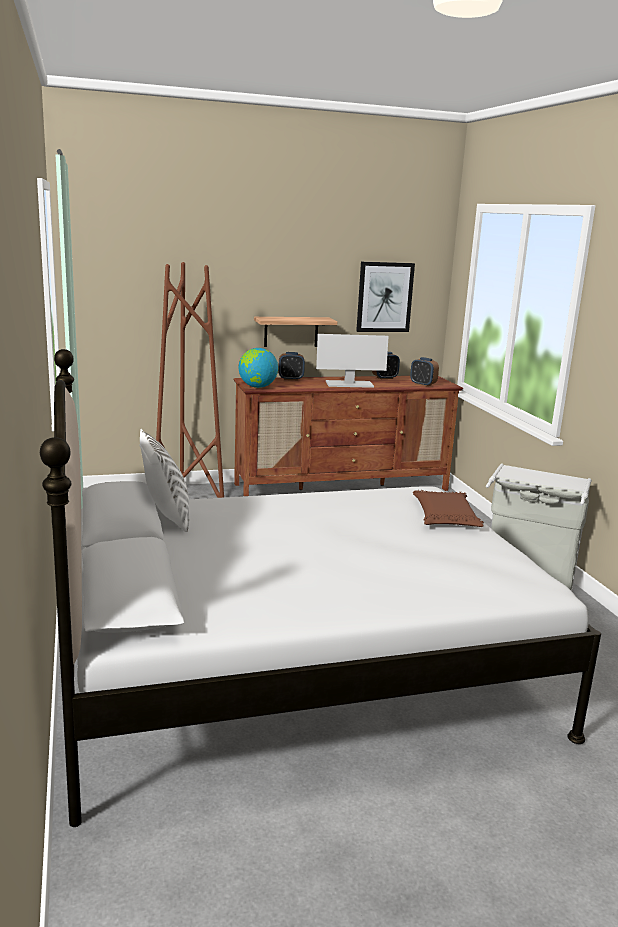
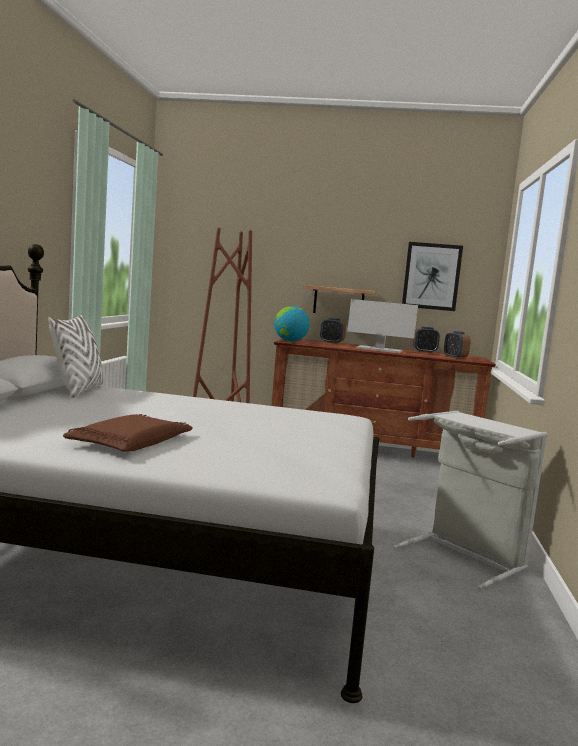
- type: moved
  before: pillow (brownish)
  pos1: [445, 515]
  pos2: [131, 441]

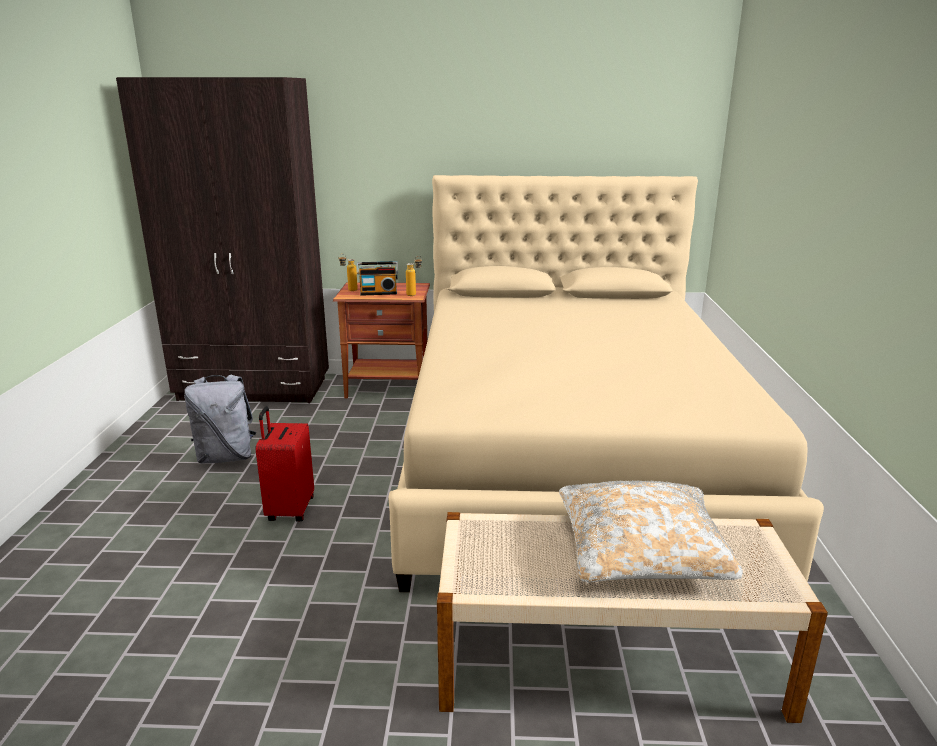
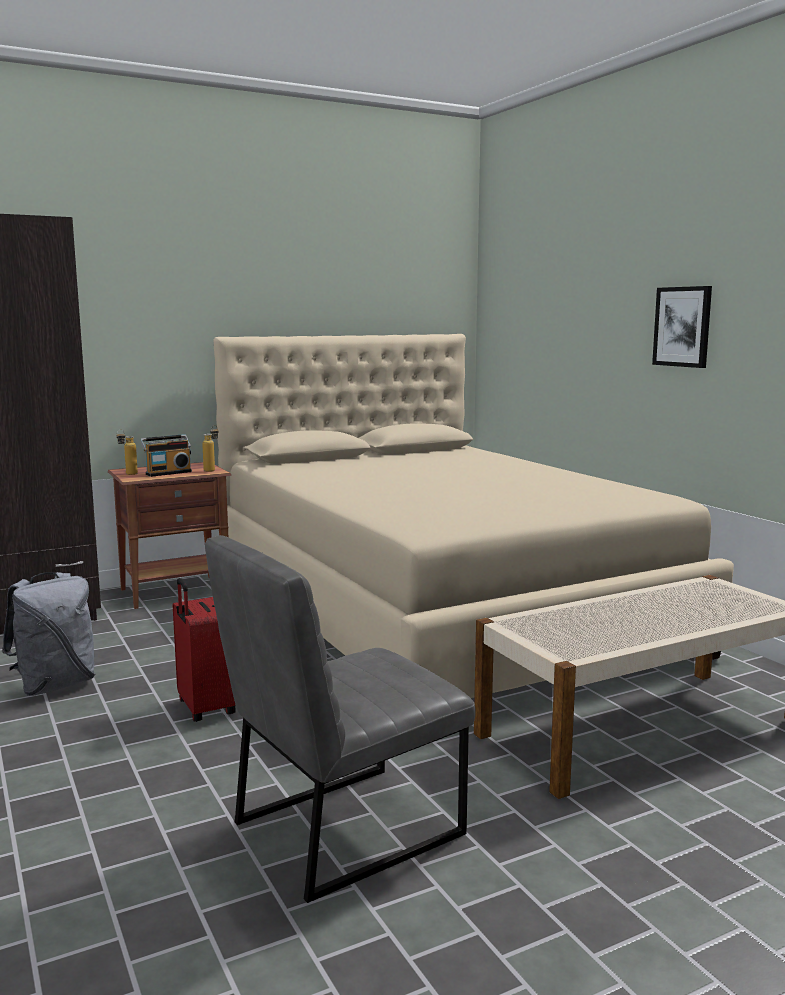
- type: removed
  before: pillow (white)
  pos1: [643, 550]
- type: added
  after: wall art
  pos2: [682, 326]
- type: added
  after: plain chair (gray)
  pos2: [342, 829]

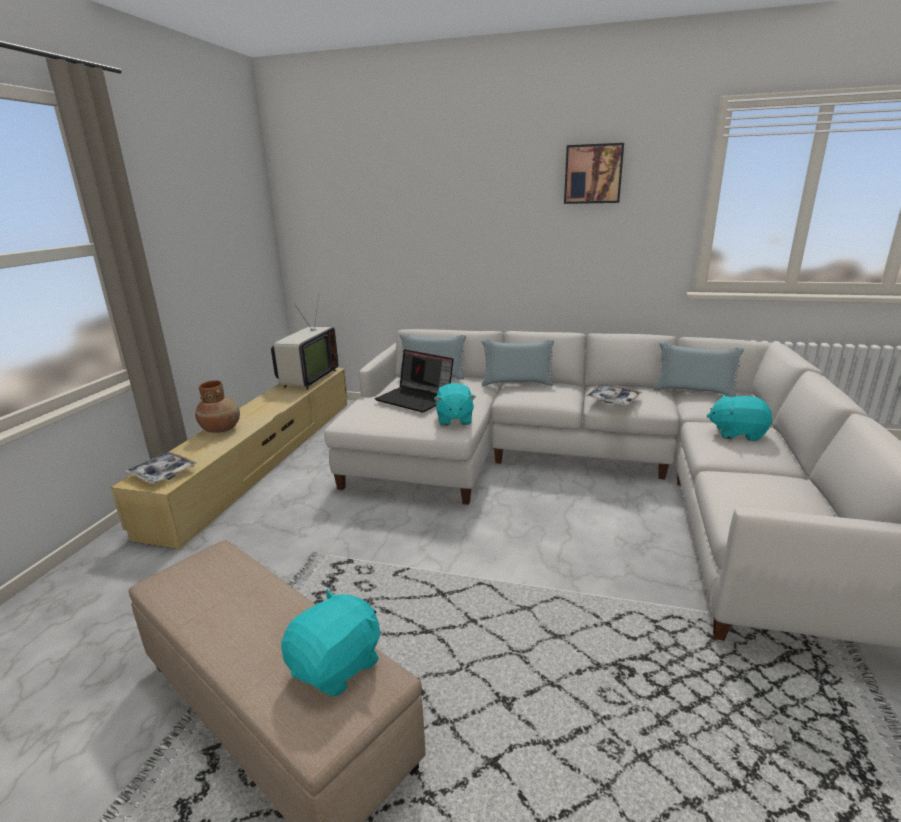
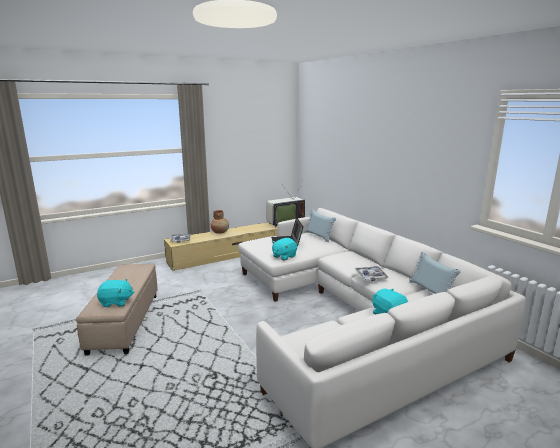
- type: removed
  before: wall art
  pos1: [593, 174]
- type: removed
  before: pillow (blue-coloured)
  pos1: [516, 383]

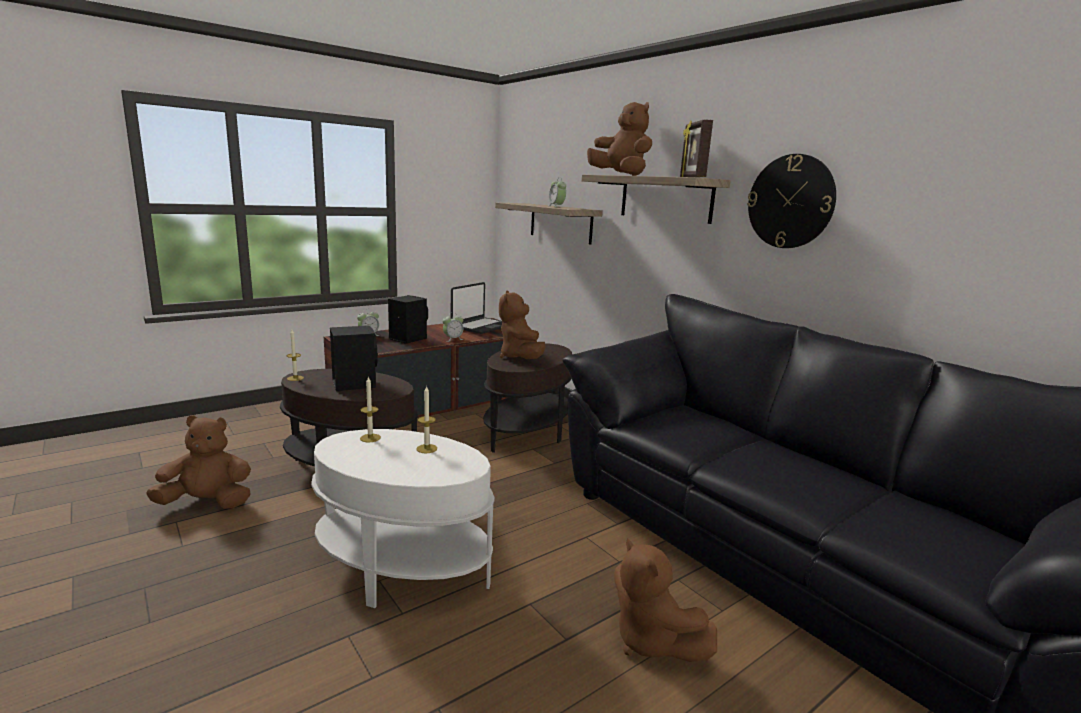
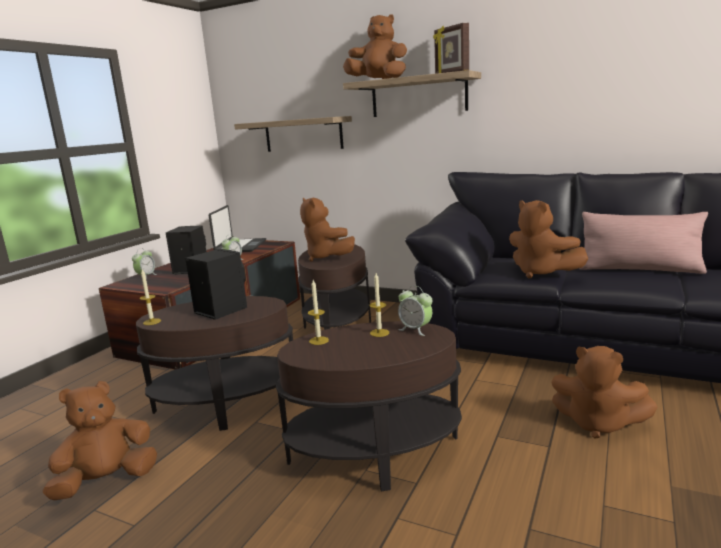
- type: removed
  before: wall clock
  pos1: [790, 201]
- type: moved
  before: table clock
  pos1: [556, 206]
  pos2: [415, 329]
- type: recoloured
  before: accent table (white)
  after: accent table (brownish)
  pos1: [403, 570]
  pos2: [374, 454]
- type: added
  after: plush toy (brownish)
  pos2: [541, 273]
- type: added
  after: pillow (pink-coloured)
  pos2: [639, 269]

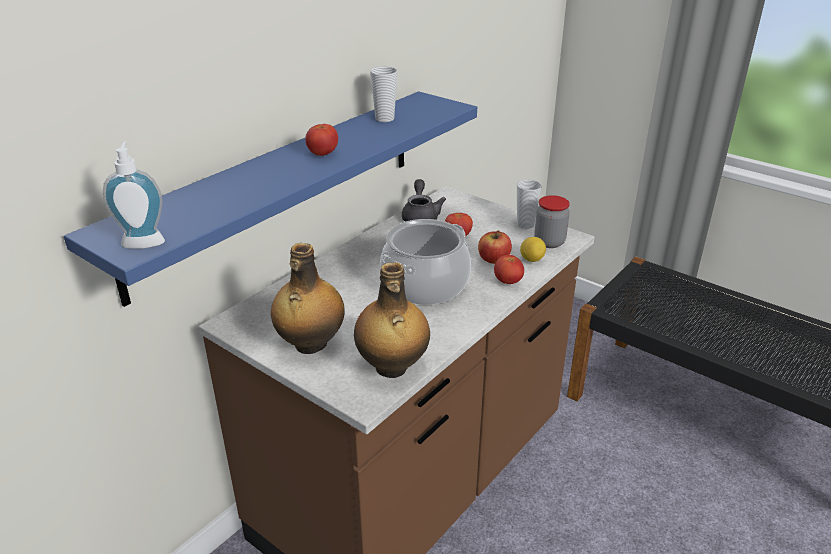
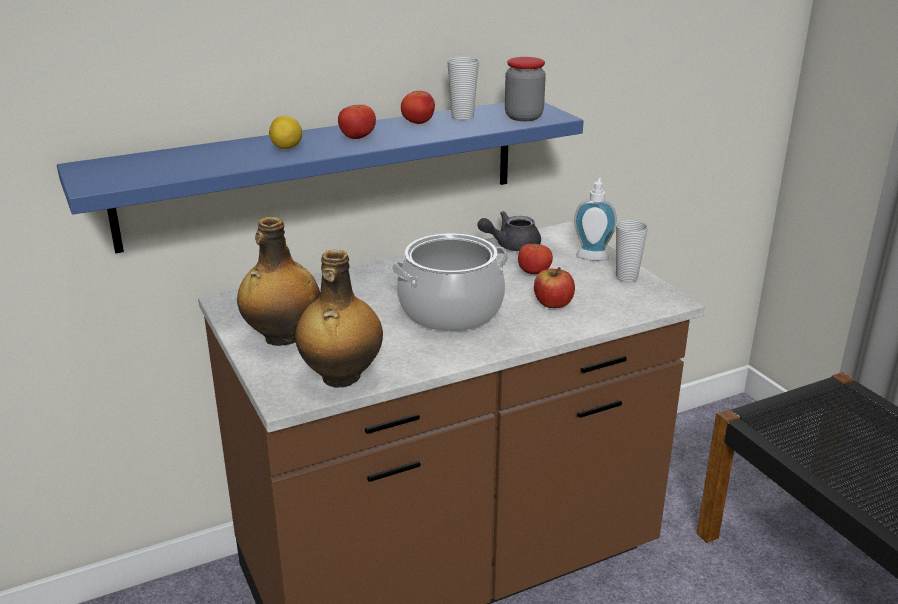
- type: moved
  before: liquid soap bottle
  pos1: [144, 241]
  pos2: [592, 255]
- type: turned
  before: pot for tea (gray)
  pos1: [420, 216]
  pos2: [511, 246]
  turn: -135
- type: moved
  before: preserve jar
  pos1: [549, 242]
  pos2: [523, 117]
- type: moved
  before: citrus fruit
  pos1: [531, 260]
  pos2: [287, 148]
- type: moved
  before: fresh tomato
  pos1: [508, 282]
  pos2: [418, 123]

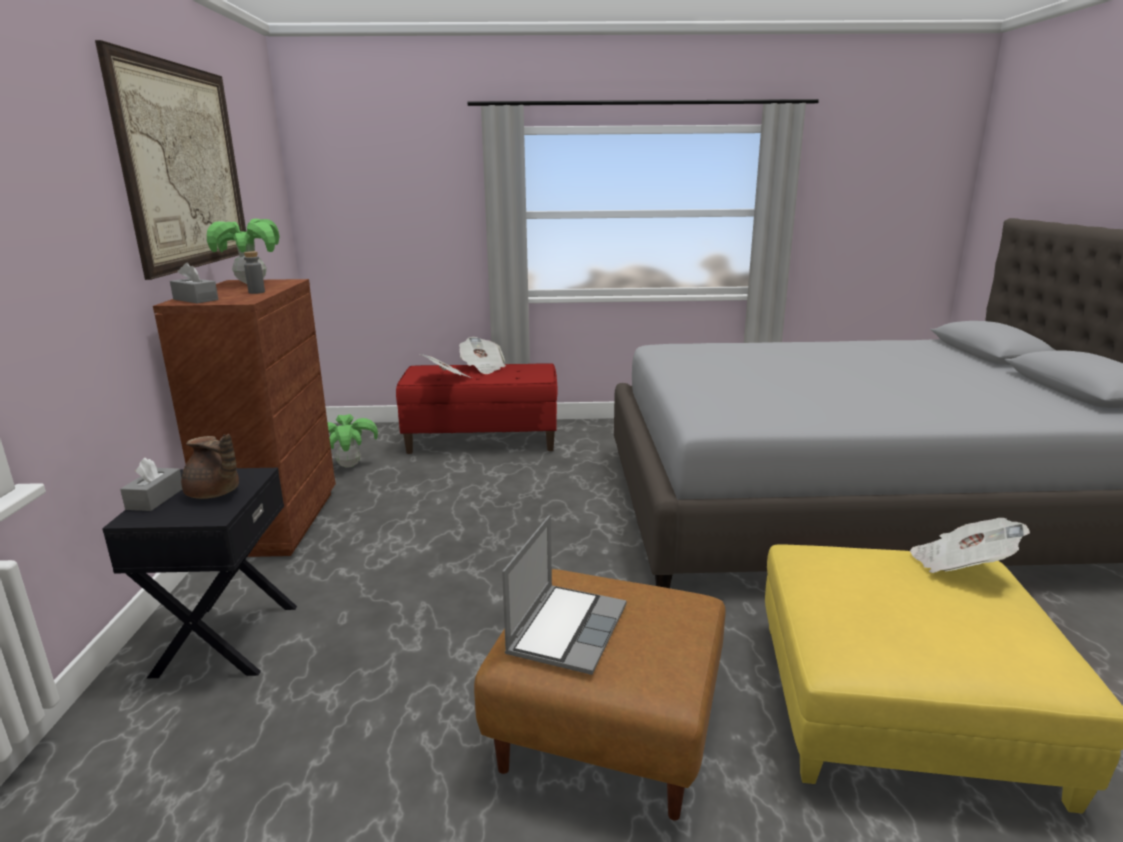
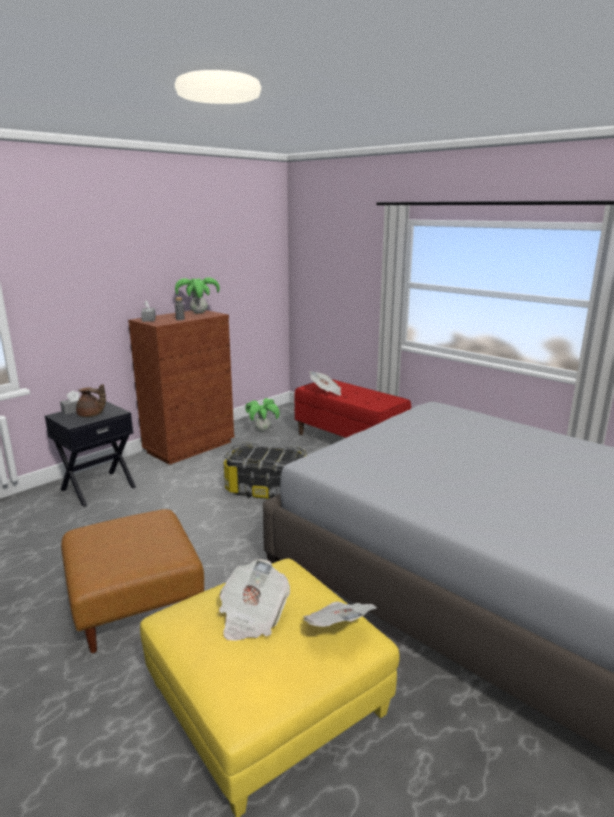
- type: removed
  before: wall art
  pos1: [185, 167]
- type: moved
  before: daily paper
  pos1: [483, 368]
  pos2: [252, 617]
- type: turned
  before: pot for tea (brownish)
  pos1: [214, 494]
  pos2: [91, 415]
  turn: -60
- type: removed
  before: portable computer
  pos1: [566, 629]
- type: added
  after: storage container
  pos2: [266, 489]

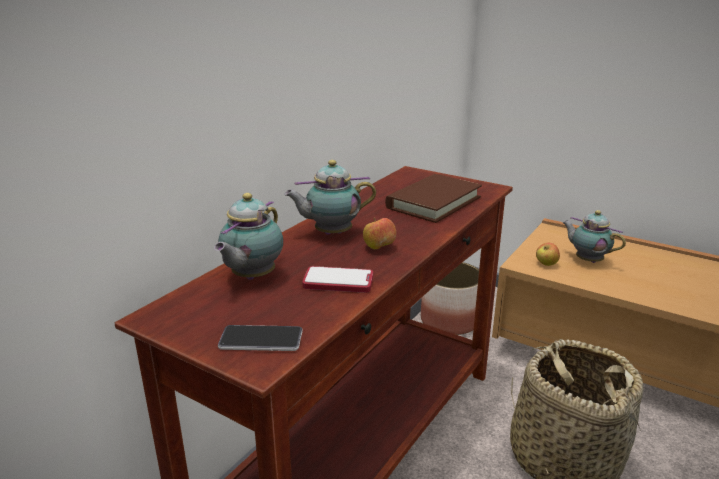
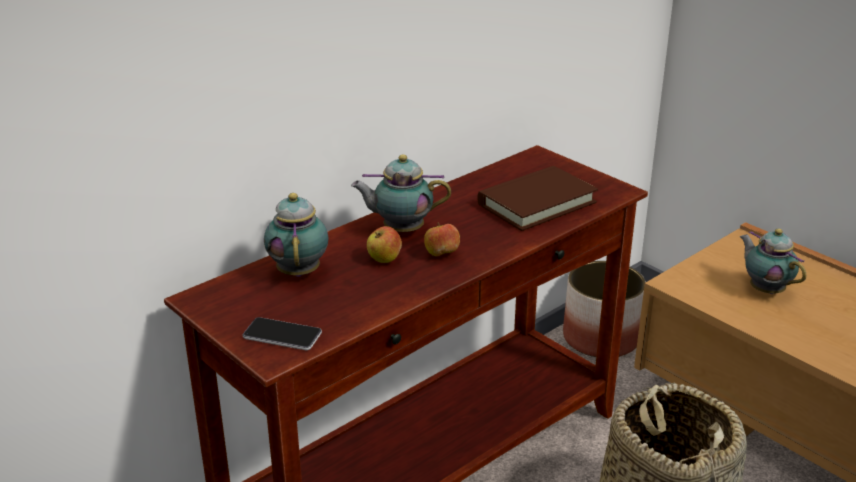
- type: turned
  before: pot for tea
  pos1: [251, 277]
  pos2: [299, 270]
  turn: 135
- type: moved
  before: whole apple
  pos1: [546, 264]
  pos2: [384, 259]
- type: removed
  before: telephone
  pos1: [338, 282]

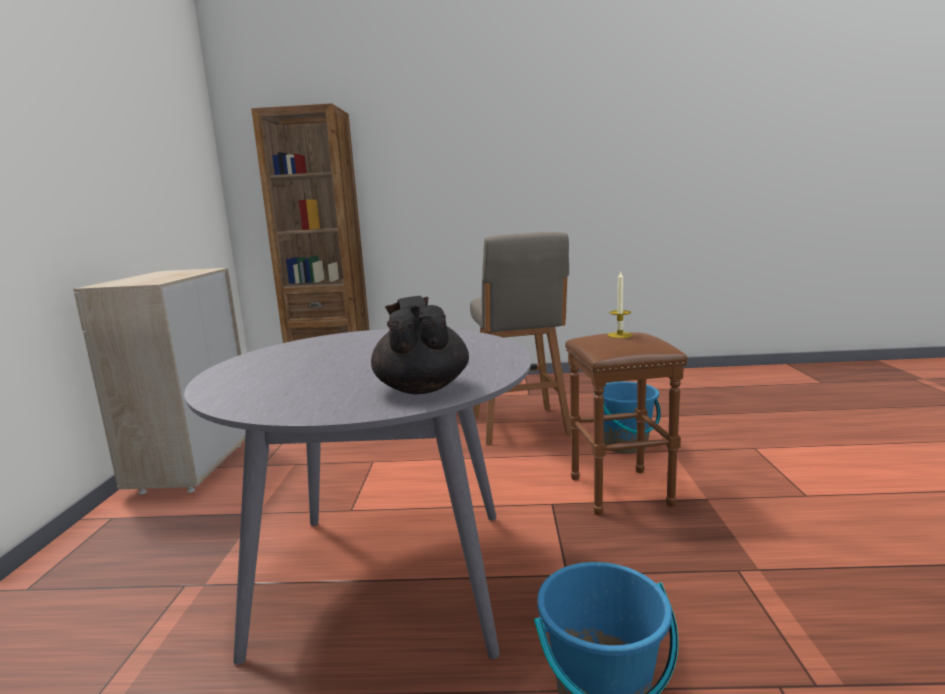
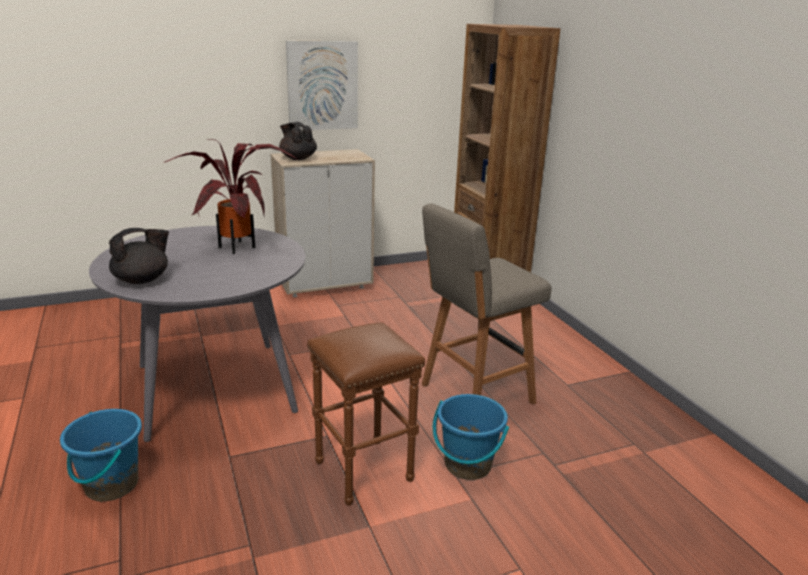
- type: removed
  before: wax candle
  pos1: [619, 335]
- type: added
  after: wall art
  pos2: [322, 85]
- type: added
  after: pot for tea (blackish)
  pos2: [298, 158]
- type: added
  after: plant in a pot
  pos2: [237, 248]

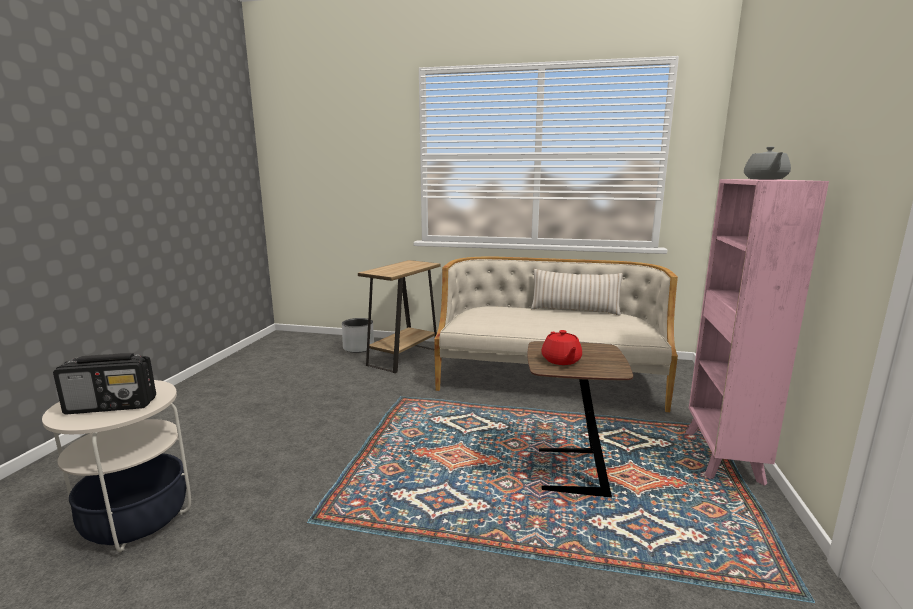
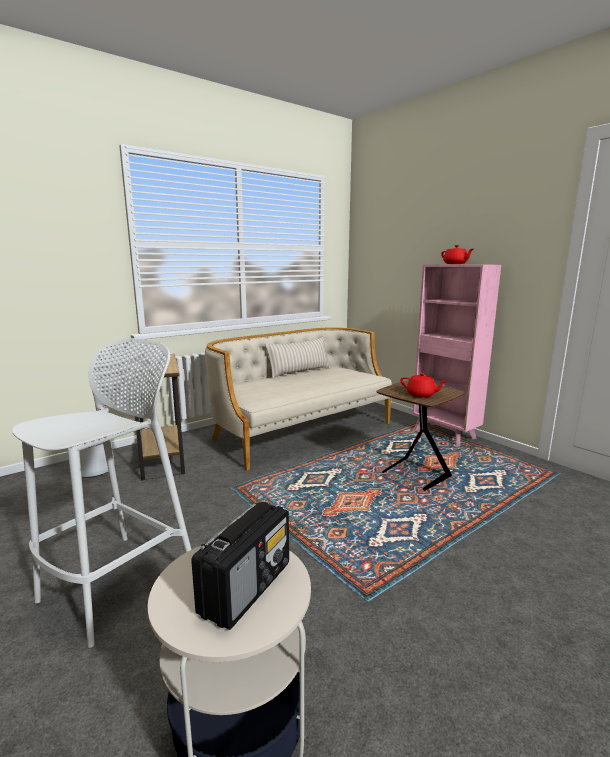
- type: recoloured
  before: pot for tea (gray)
  after: pot for tea (reddish)
  pos1: [765, 179]
  pos2: [455, 264]
- type: added
  after: sitting stool (white)
  pos2: [119, 584]

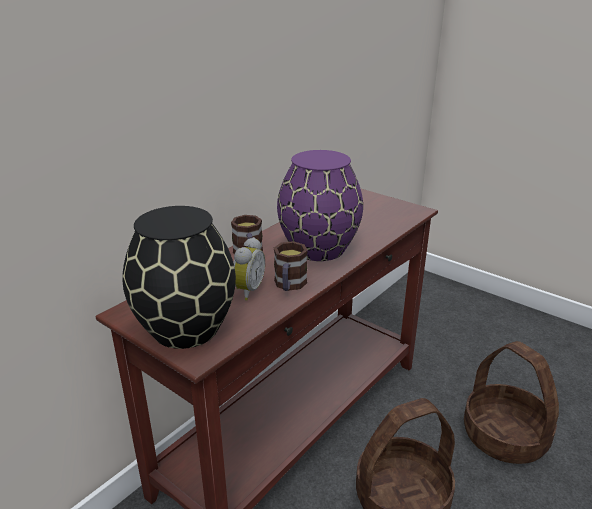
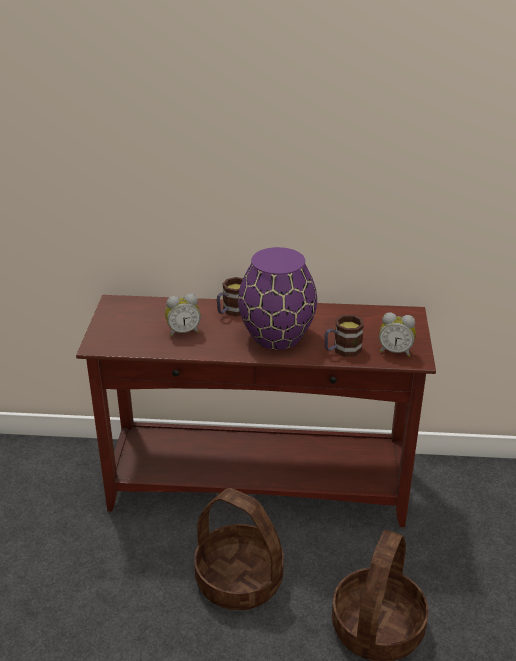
- type: removed
  before: decorative vase (blackish)
  pos1: [185, 329]
- type: moved
  before: tea mug
  pos1: [289, 285]
  pos2: [342, 350]
- type: added
  after: table clock
  pos2: [395, 351]

